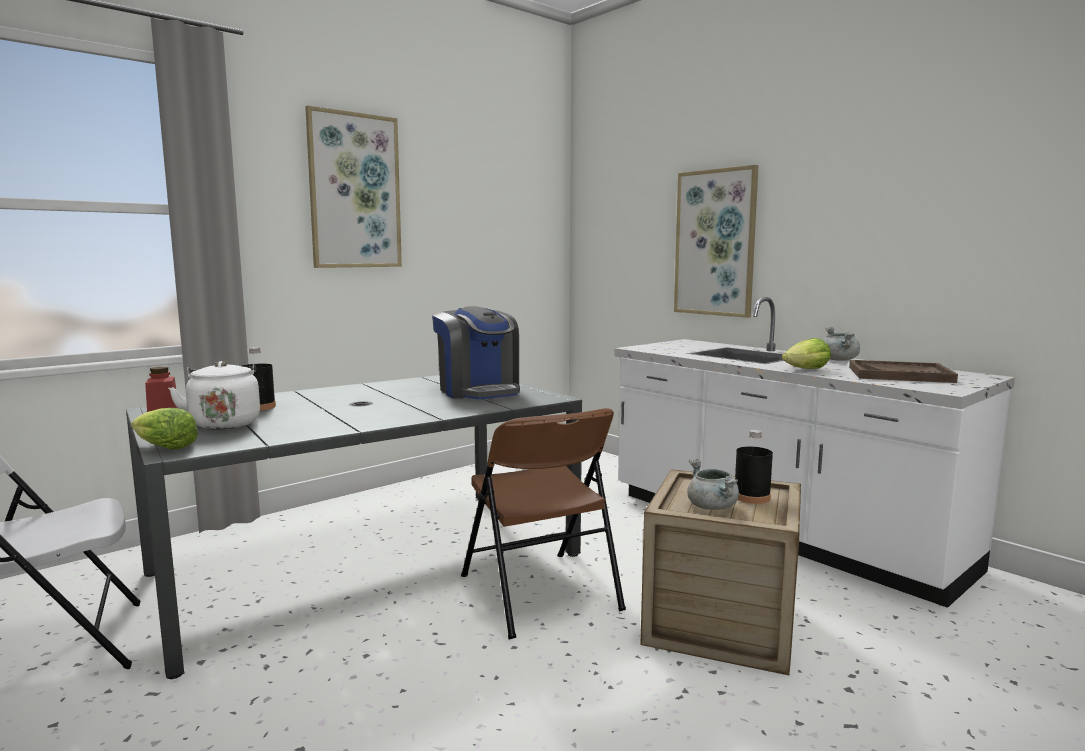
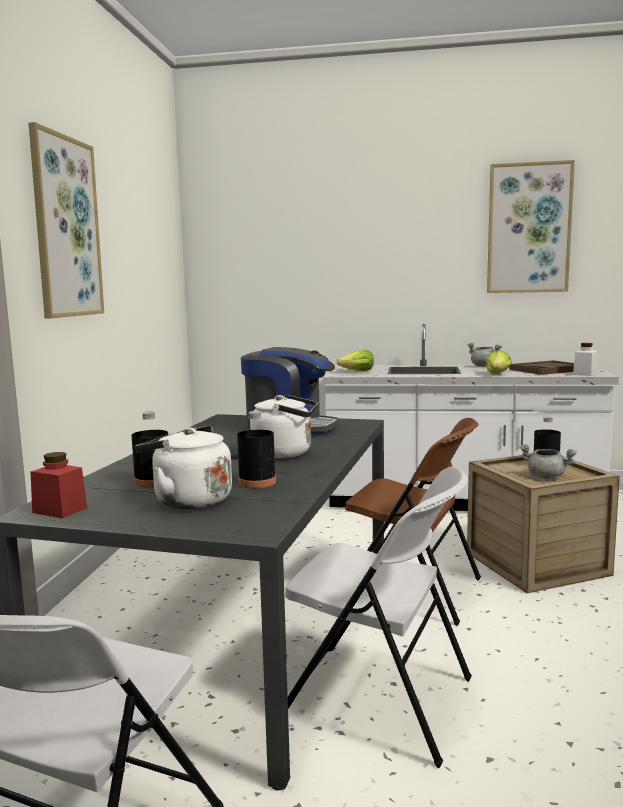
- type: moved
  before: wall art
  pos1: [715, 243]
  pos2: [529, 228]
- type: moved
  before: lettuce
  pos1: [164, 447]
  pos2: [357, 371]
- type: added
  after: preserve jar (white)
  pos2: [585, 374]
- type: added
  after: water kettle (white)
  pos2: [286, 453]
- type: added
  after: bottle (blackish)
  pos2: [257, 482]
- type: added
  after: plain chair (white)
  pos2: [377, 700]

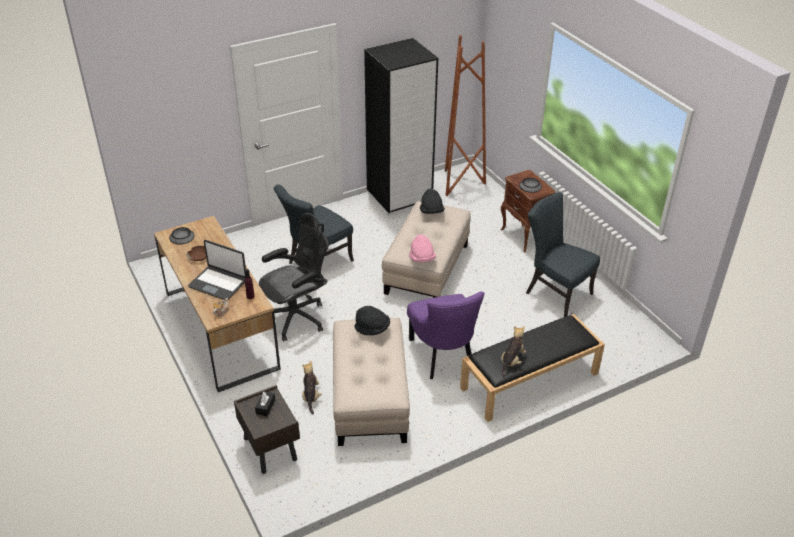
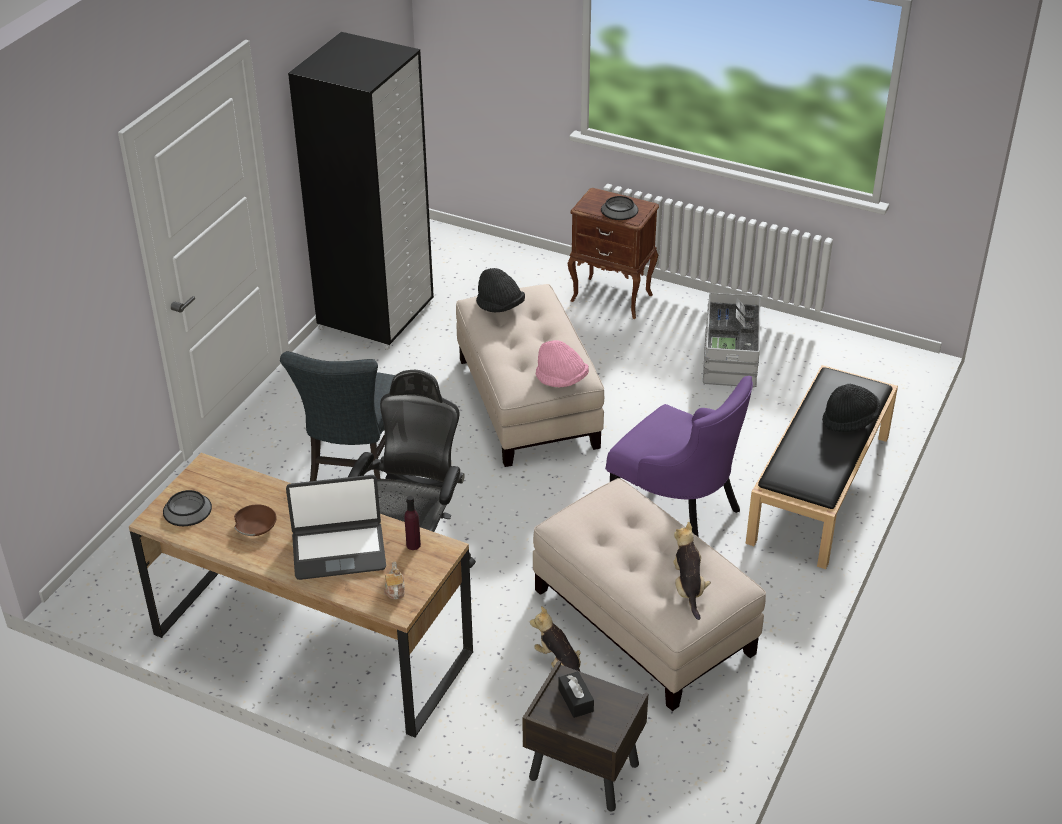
- type: removed
  before: garment stand (brownish)
  pos1: [459, 183]
- type: replaced
  before: plain chair (gray)
  after: storage container (gray)
  pos1: [554, 292]
  pos2: [729, 356]
- type: moved
  before: clothing hat (blackish)
  pos1: [372, 329]
  pos2: [849, 420]
- type: moved
  before: plush toy
  pos1: [512, 361]
  pos2: [688, 588]

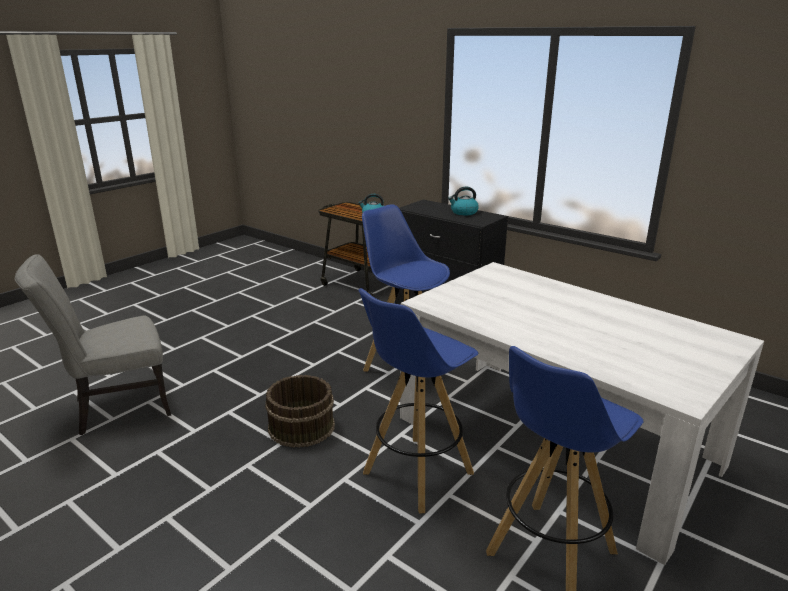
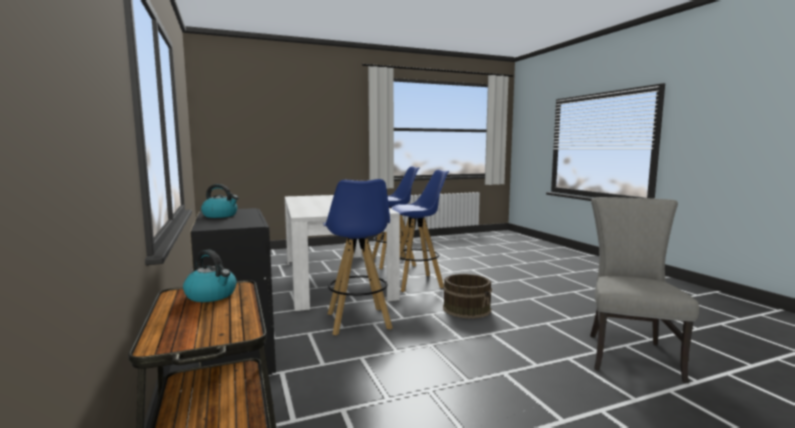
- type: turned
  before: plain chair (gray)
  pos1: [116, 407]
  pos2: [629, 353]
  turn: -75

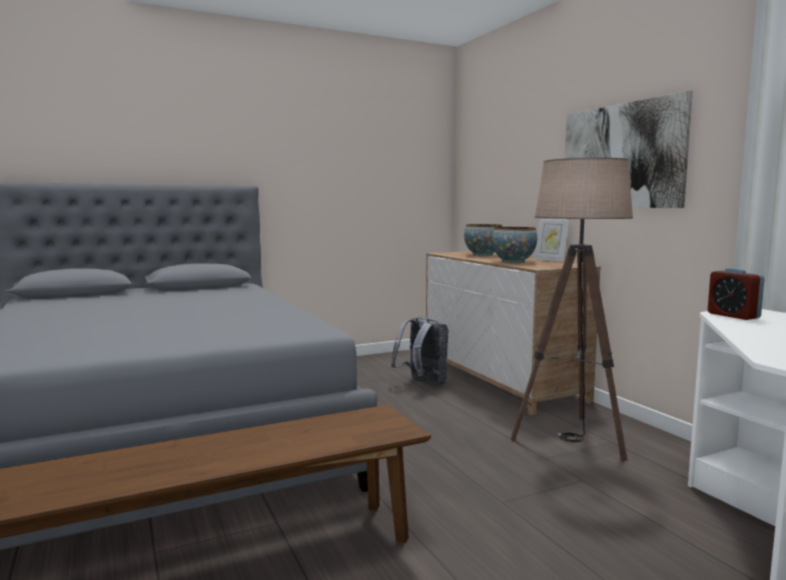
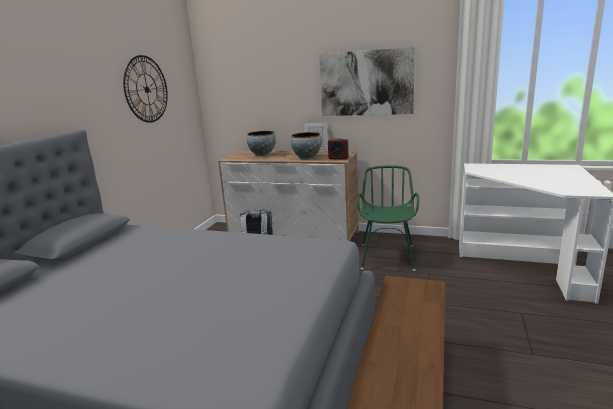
- type: replaced
  before: standing lamp
  after: plain chair (green-coloured)
  pos1: [572, 438]
  pos2: [387, 255]
- type: moved
  before: table clock
  pos1: [733, 316]
  pos2: [338, 158]
- type: added
  after: wall clock
  pos2: [146, 89]

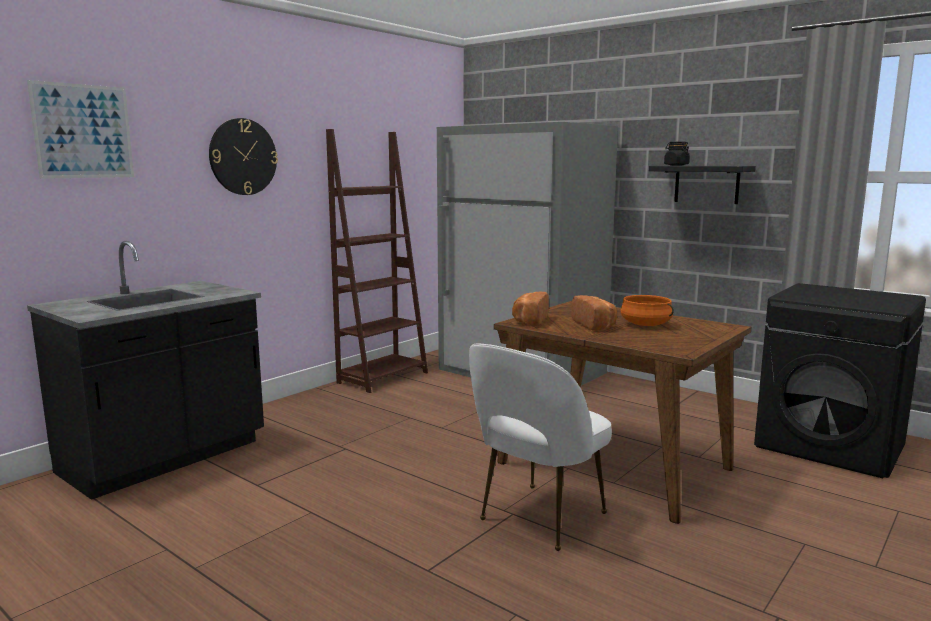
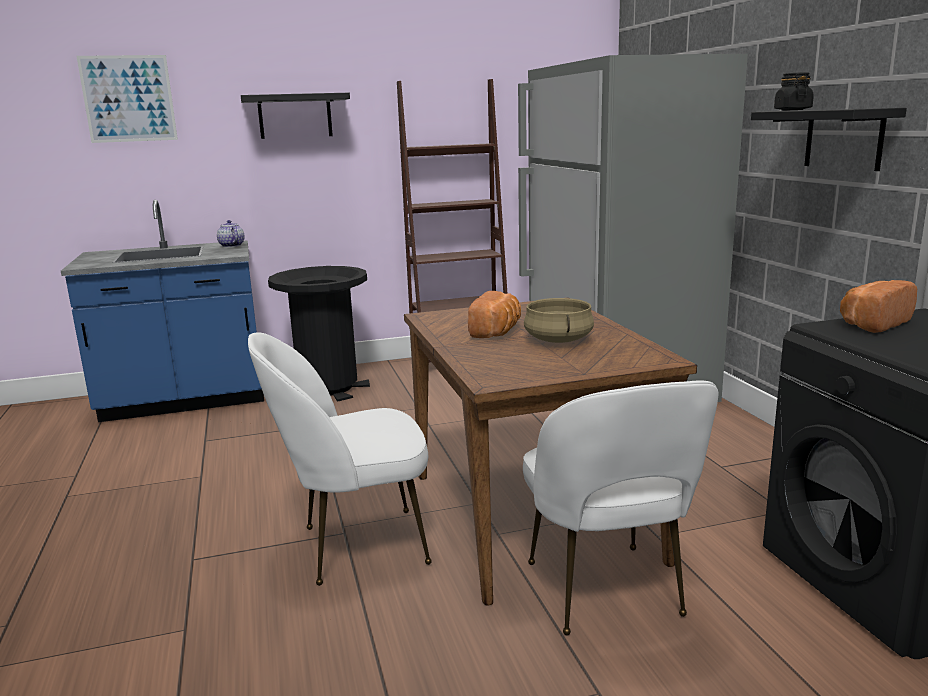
- type: replaced
  before: wall clock
  after: wall shelf (blackish)
  pos1: [243, 157]
  pos2: [295, 116]
- type: recoloured
  before: kitchen counter (blackish)
  after: kitchen counter (blue-coloured)
  pos1: [165, 459]
  pos2: [185, 401]
- type: moved
  before: bakery bread
  pos1: [529, 320]
  pos2: [872, 324]
- type: recoloured
  before: cooking pot (orange-coloured)
  after: cooking pot (beige-coloured)
  pos1: [646, 324]
  pos2: [559, 340]
- type: added
  after: pot for tea
  pos2: [231, 246]
- type: added
  after: trash can (blackish)
  pos2: [328, 388]
- type: added
  after: plain chair (white)
  pos2: [607, 597]

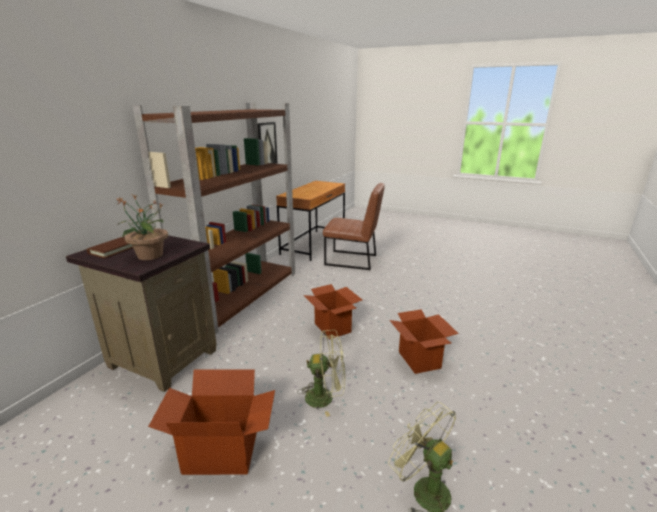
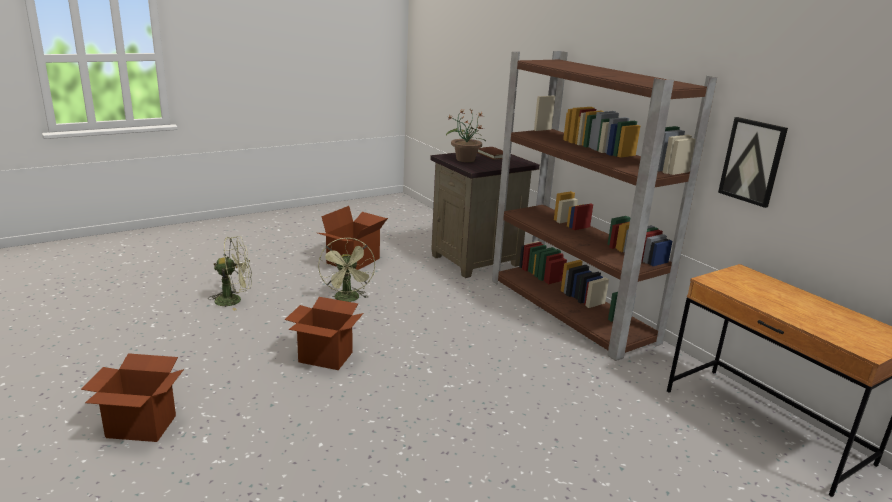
- type: removed
  before: plain chair (brownish)
  pos1: [352, 260]
- type: moved
  before: packing box
  pos1: [332, 328]
  pos2: [141, 427]
- type: turned
  before: electric fan (green-coloured)
  pos1: [325, 397]
  pos2: [348, 299]
  turn: -45

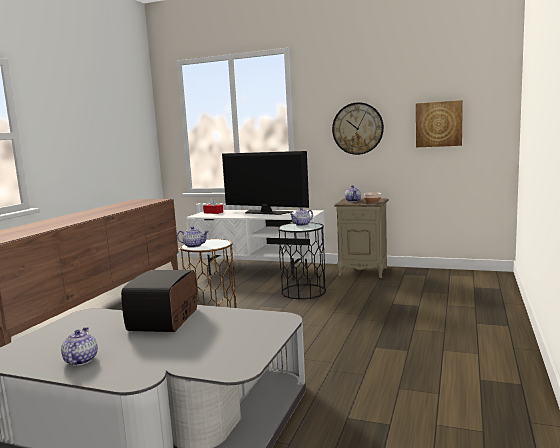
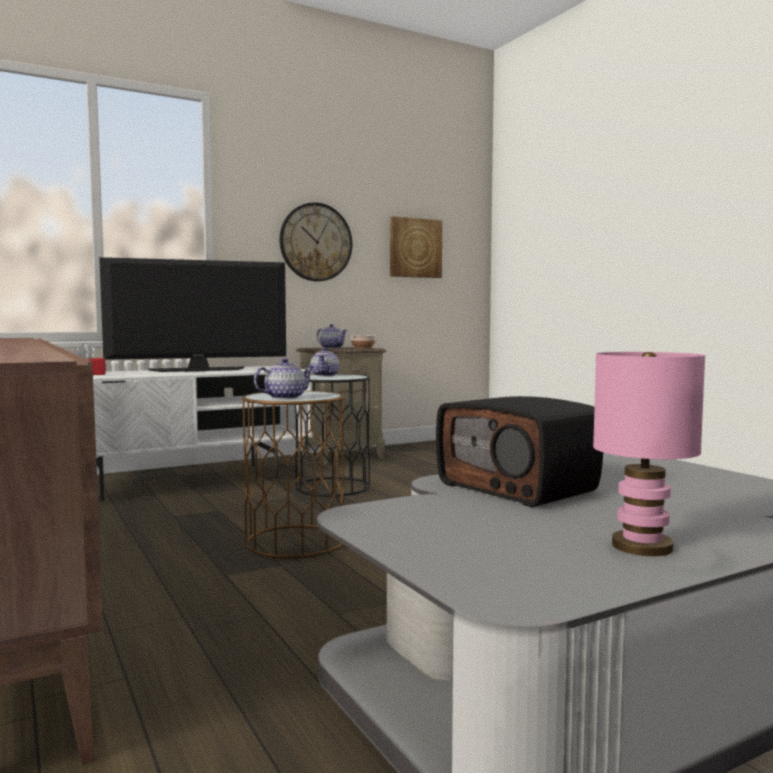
- type: replaced
  before: pot for tea
  after: lamp for a table (pink-coloured)
  pos1: [80, 360]
  pos2: [642, 547]

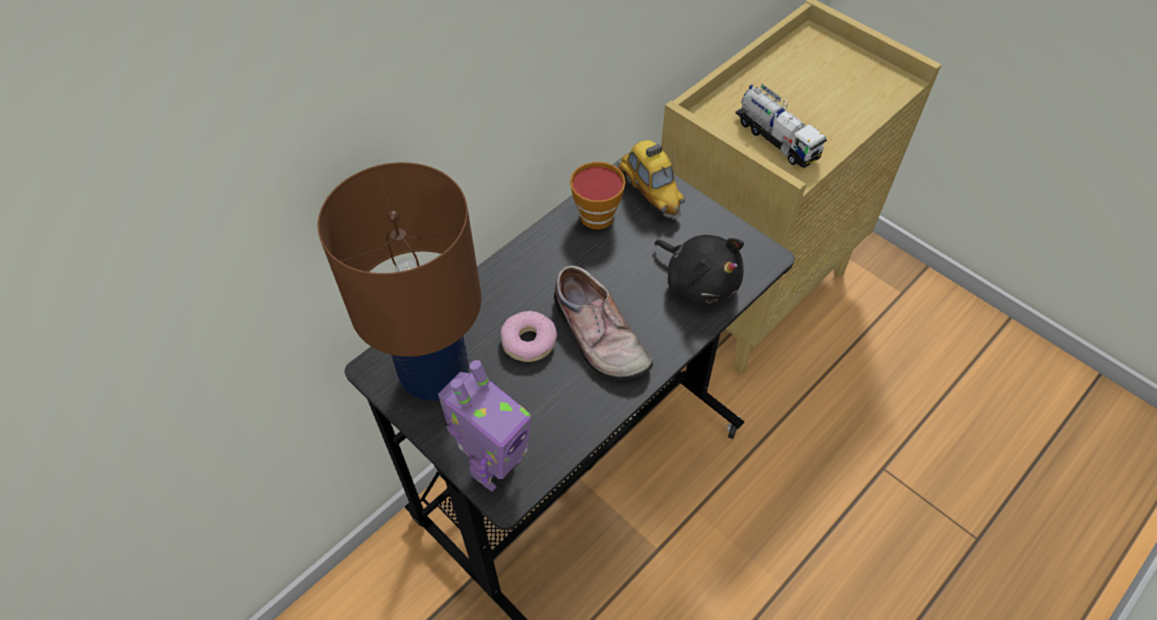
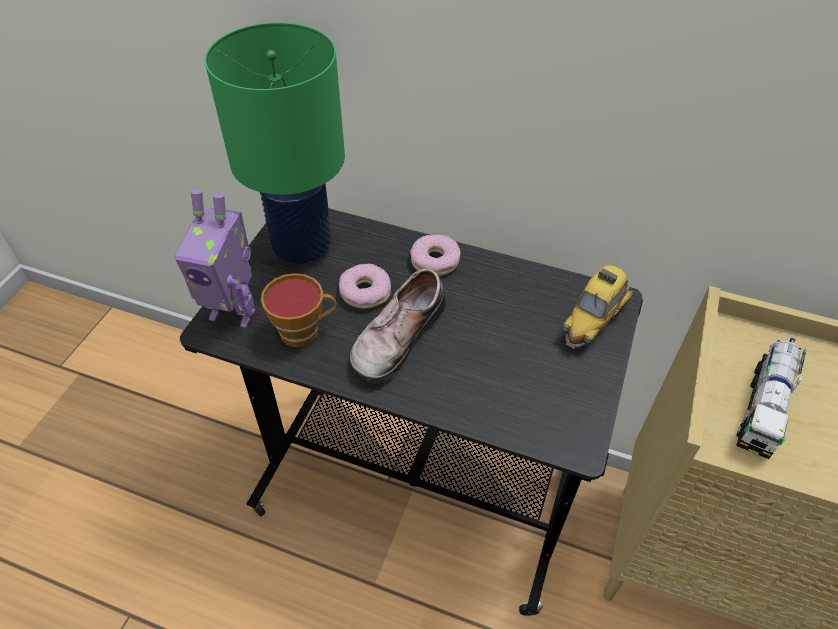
- type: recoloured
  before: lamp for a table (brownish)
  after: lamp for a table (green-coloured)
  pos1: [434, 377]
  pos2: [302, 248]
- type: moved
  before: drinking cup
  pos1: [597, 212]
  pos2: [304, 331]
- type: removed
  before: plush toy (blackish)
  pos1: [699, 280]
- type: added
  after: donut
  pos2: [435, 261]

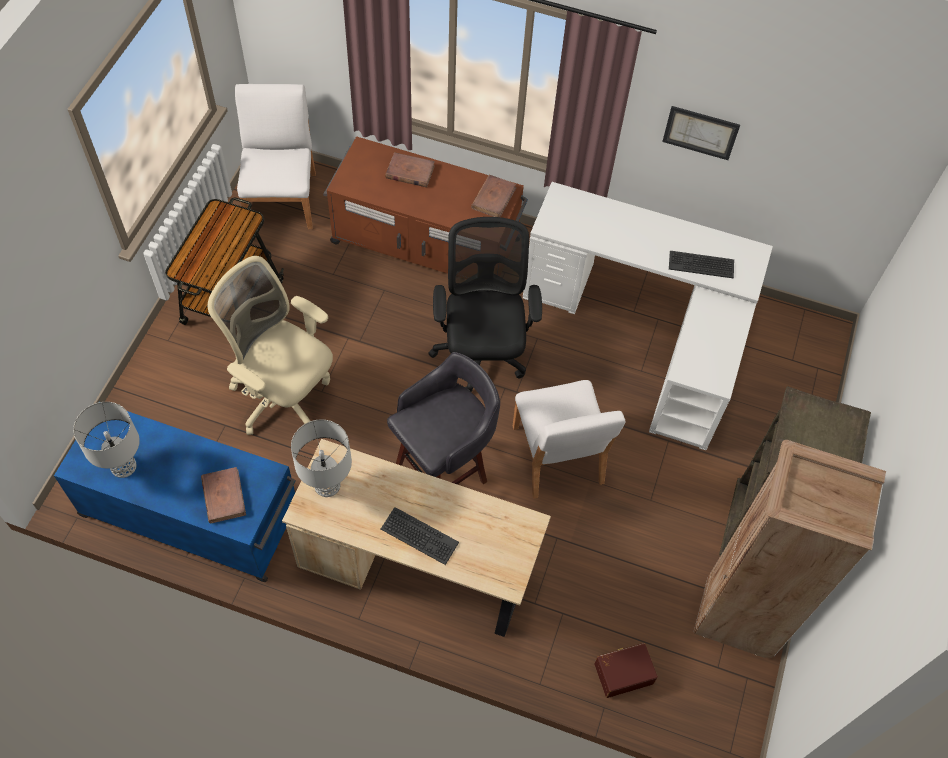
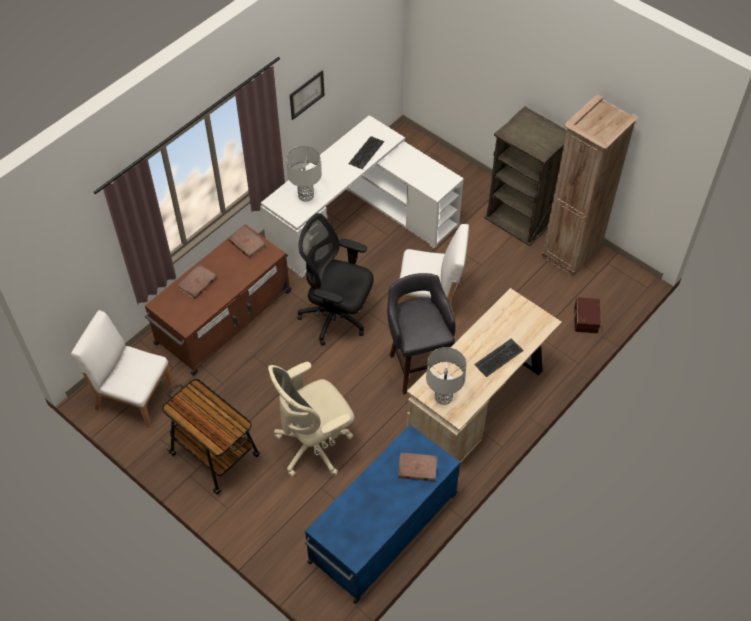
- type: moved
  before: lamp for a table (white)
  pos1: [123, 466]
  pos2: [305, 195]

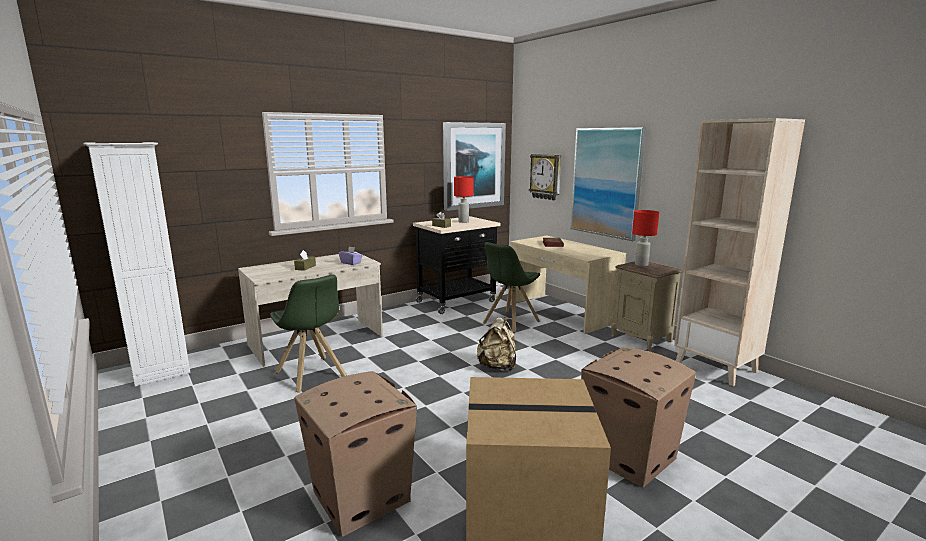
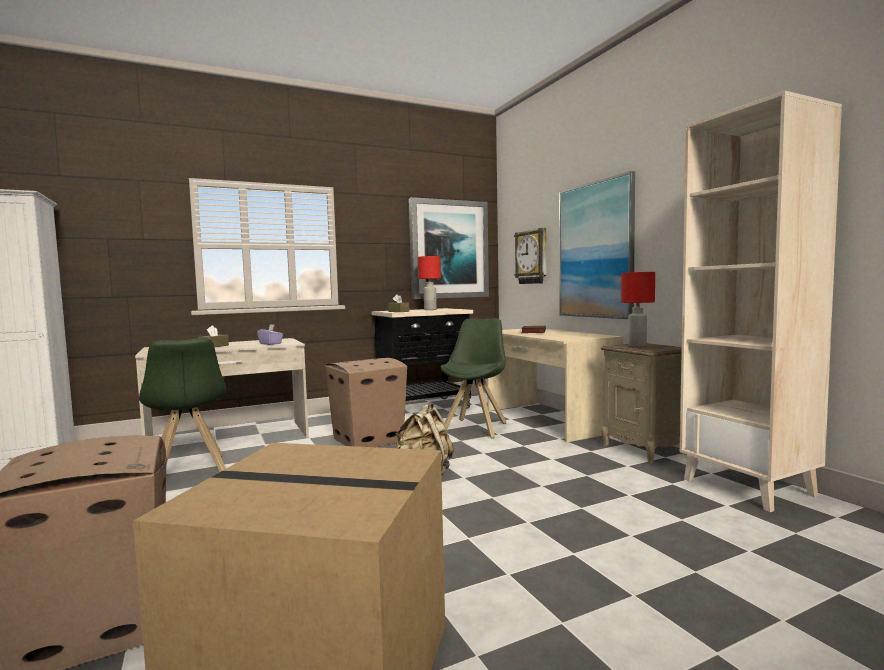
- type: turned
  before: plain chair (green-coloured)
  pos1: [510, 322]
  pos2: [475, 428]
  turn: 150
- type: moved
  before: packing box
  pos1: [628, 458]
  pos2: [367, 440]

